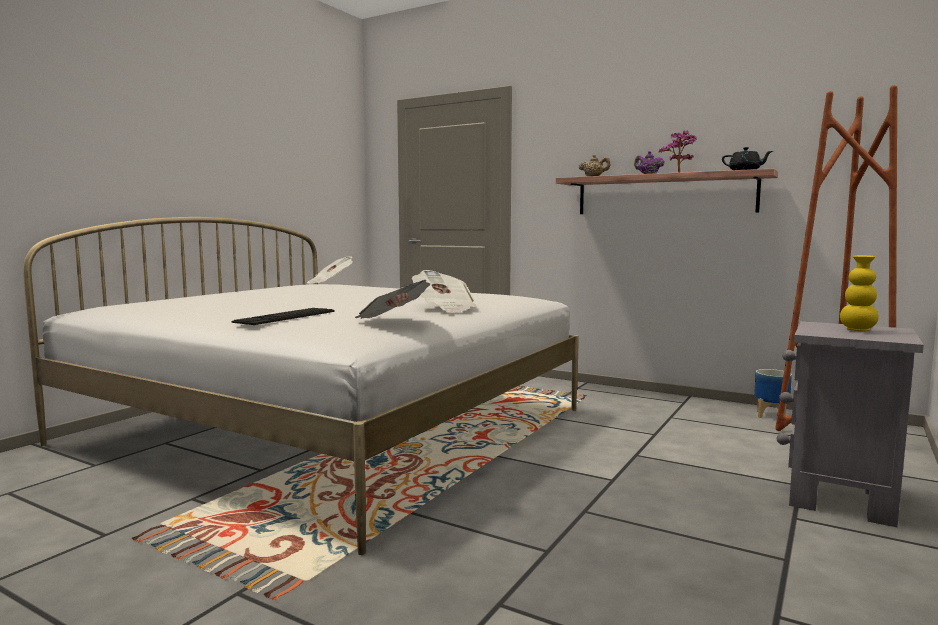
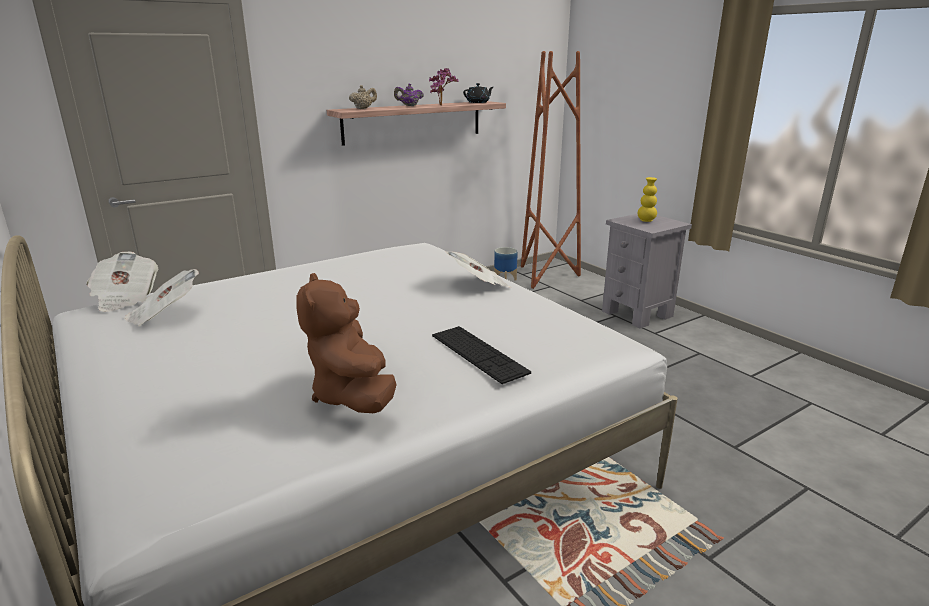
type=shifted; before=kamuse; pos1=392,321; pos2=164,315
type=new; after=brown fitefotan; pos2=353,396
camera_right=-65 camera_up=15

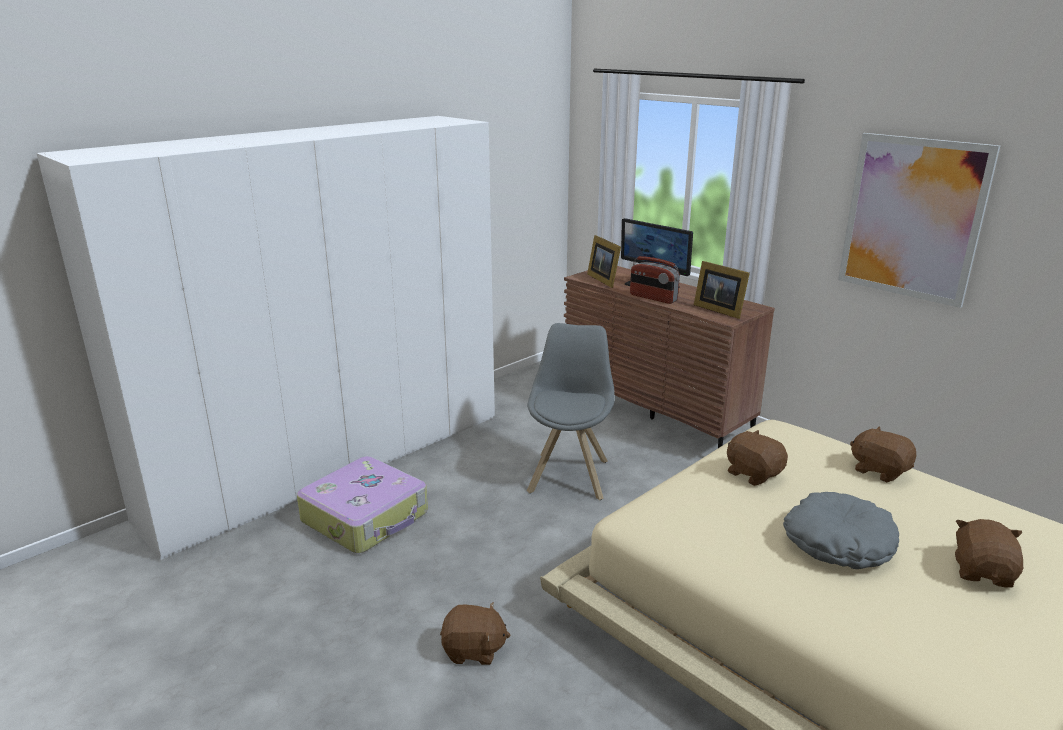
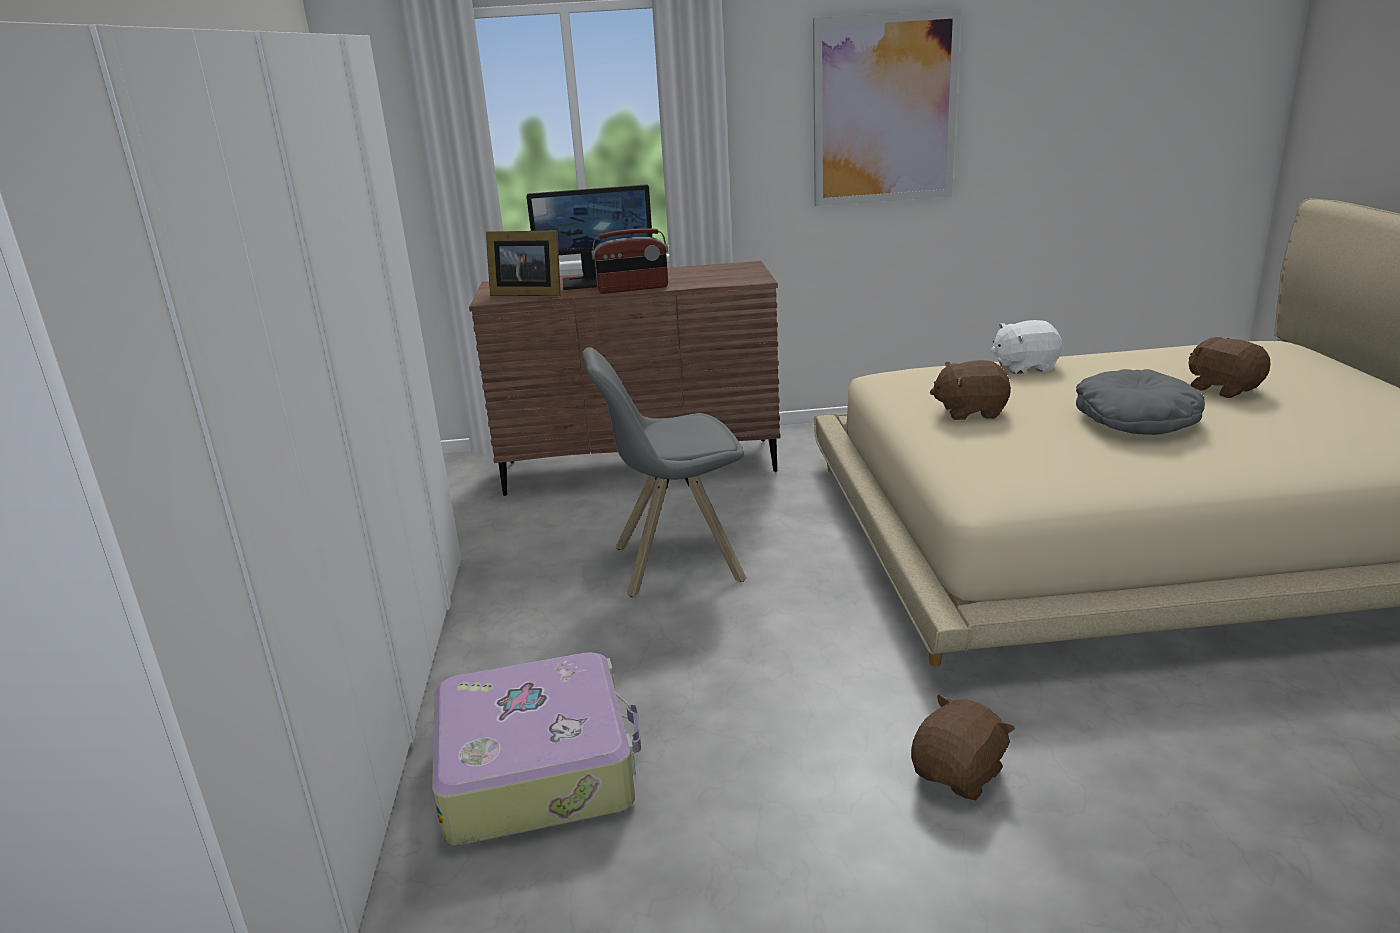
type=gone; before=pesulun; pos1=718,309
type=rotated; before=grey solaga; pos1=569,475; pos2=676,563; turn=-60
type=repainted; before=brown fitefotan; after=white fitefotan; pos1=879,470; pos2=1024,367
camera_right=-50 camera_up=0

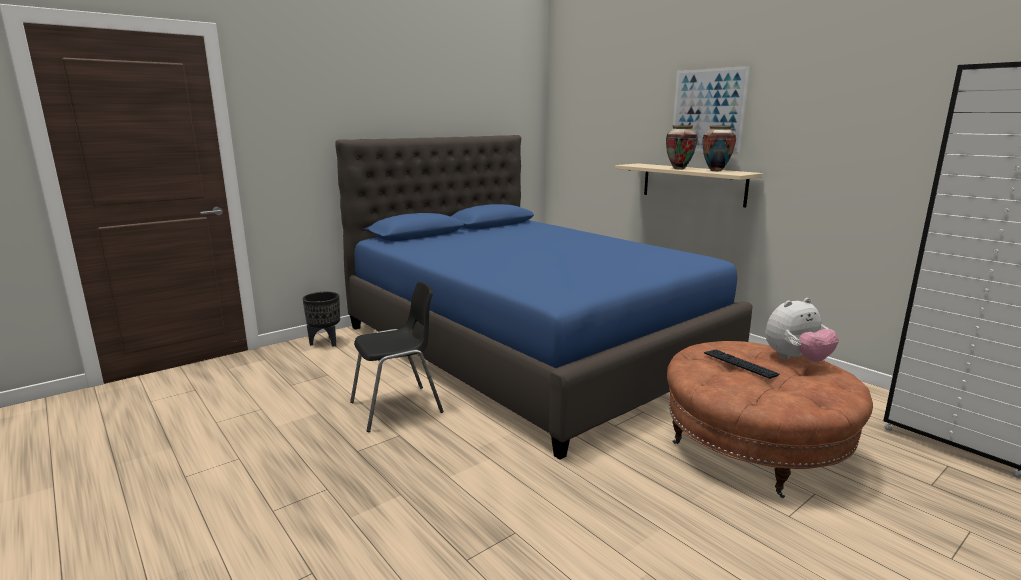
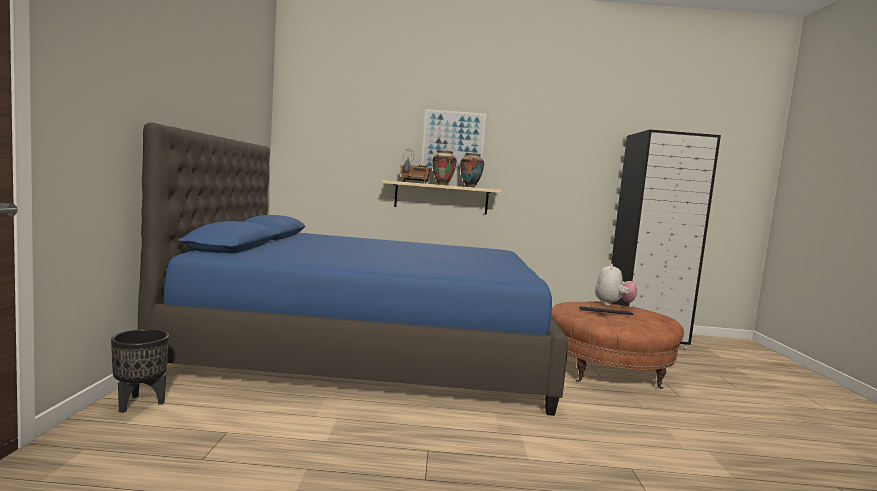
type=gone; before=black solaga; pos1=397,408
type=new; after=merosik; pos2=414,182
camera_right=-50 camera_up=-10

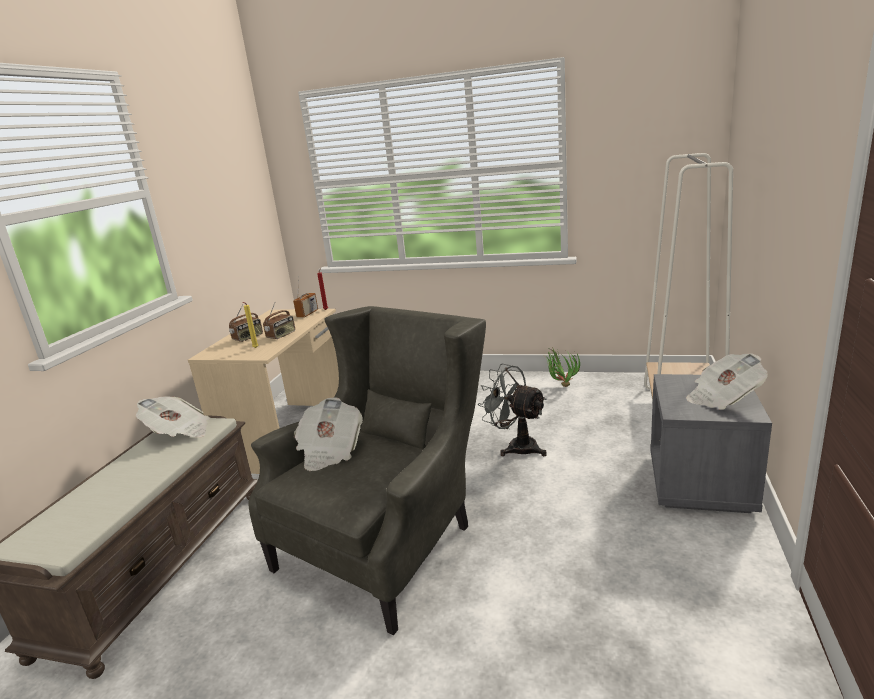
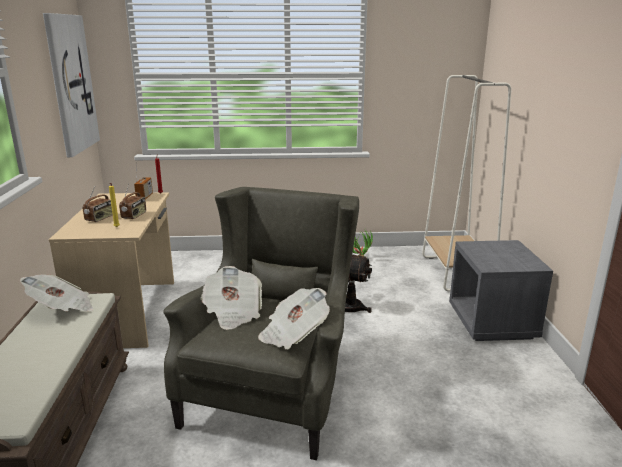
type=shifted; before=kamuse; pos1=723,398; pos2=293,334
type=new; after=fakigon; pos2=70,84
camera_right=-20 camera_up=0

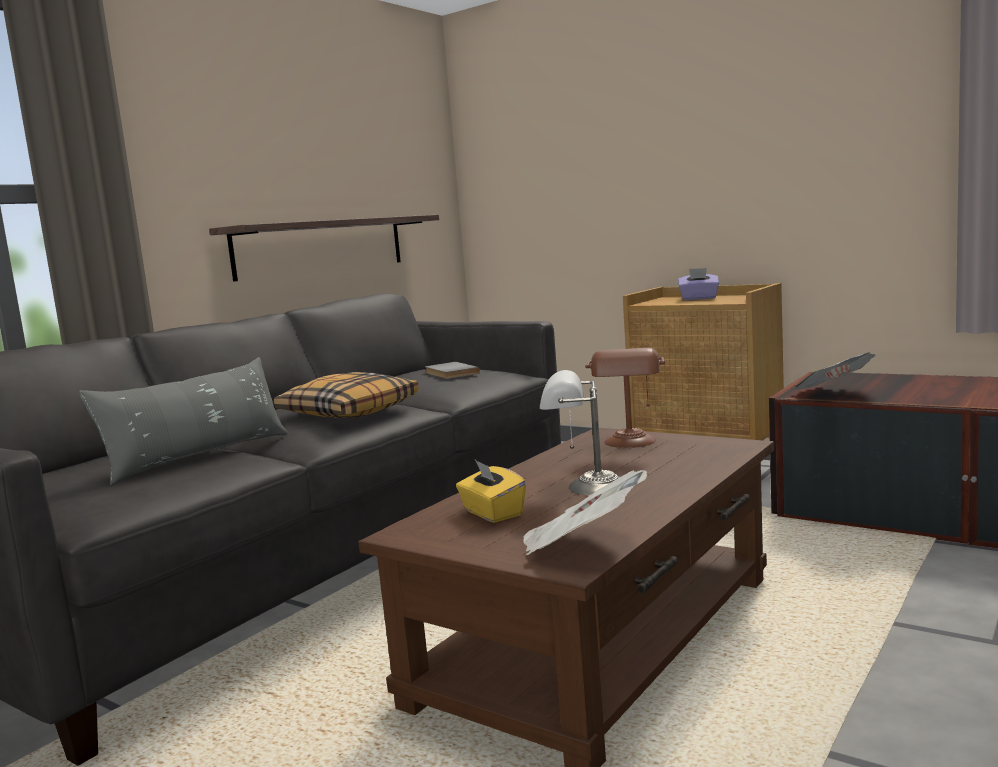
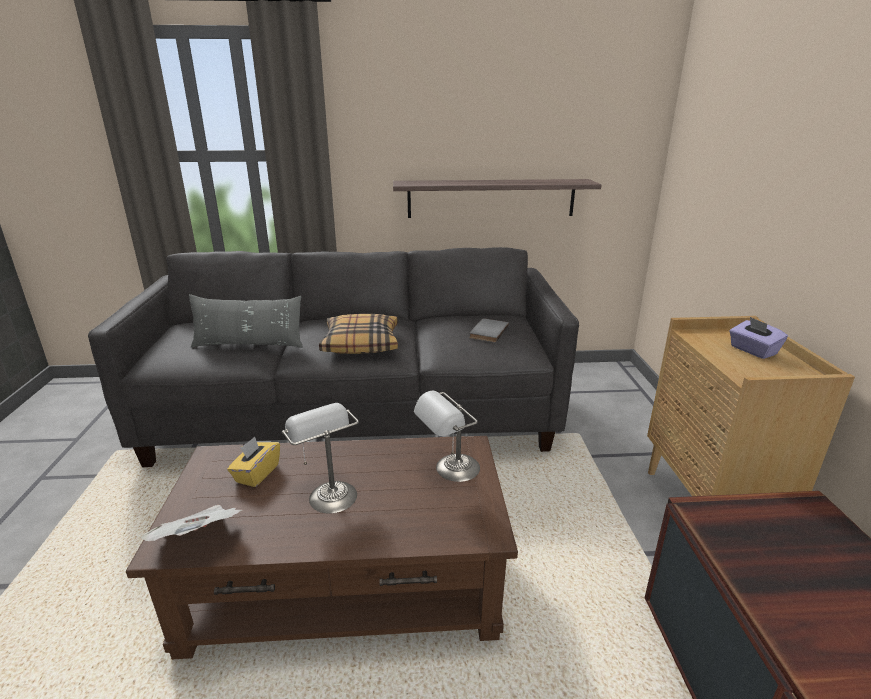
type=repainted; before=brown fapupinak; after=white fapupinak; pos1=631,444; pos2=450,471
type=gone; before=kamuse; pos1=832,394
camera_right=50 camera_up=15

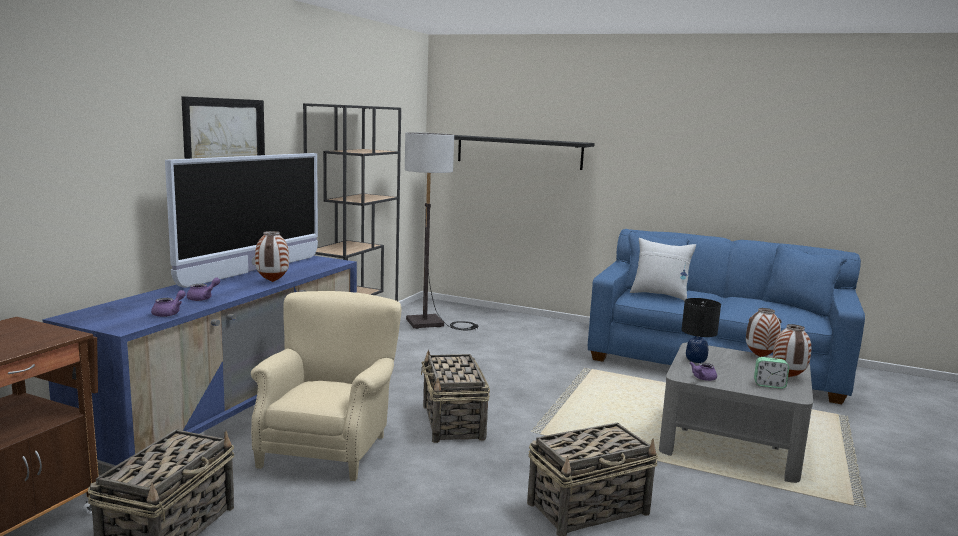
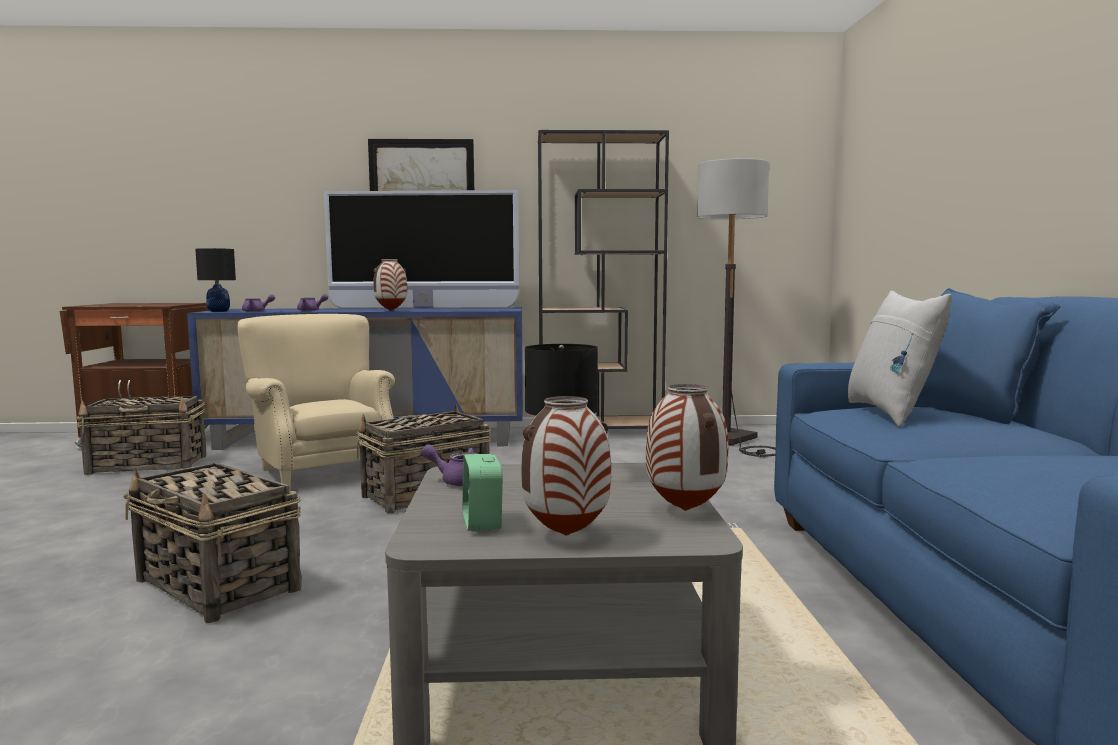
type=gone; before=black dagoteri; pos1=518,152
type=rotated; before=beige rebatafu; pos1=328,446; pos2=323,470; turn=-105
type=new; after=black fapupinak; pos2=219,311
camera_right=65 camera_up=-5

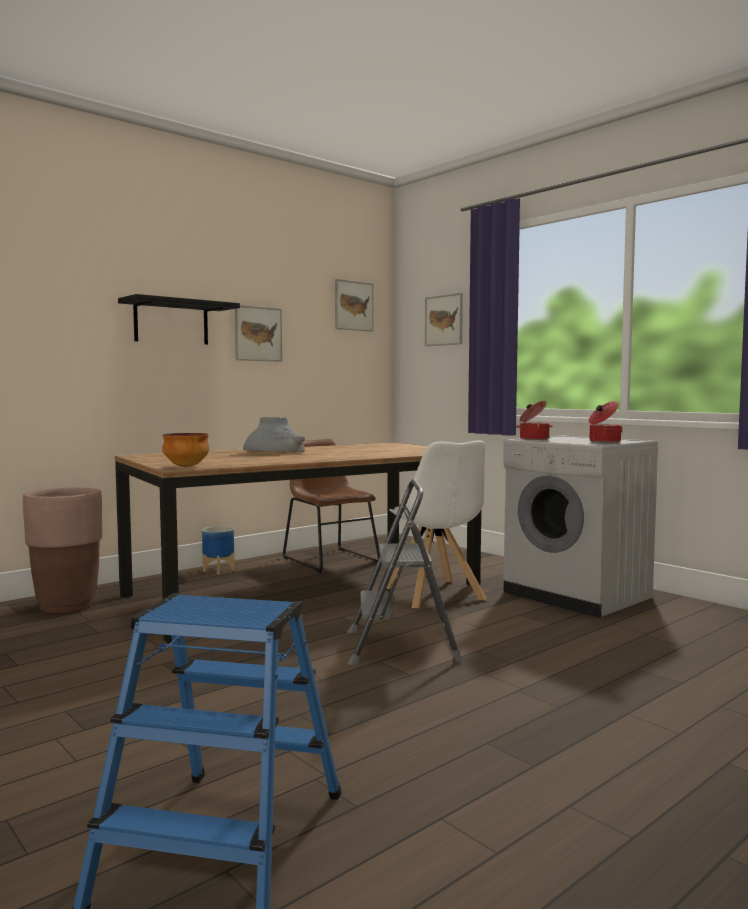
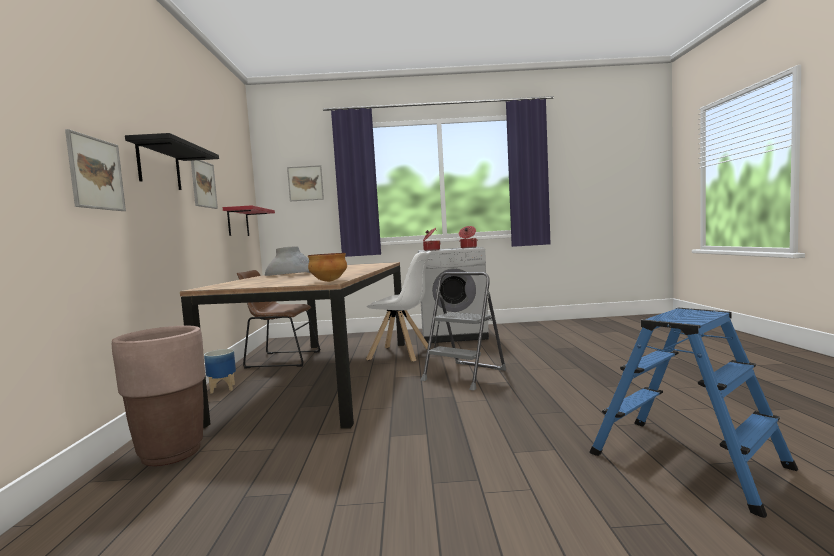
type=shifted; before=fakigon; pos1=353,306; pos2=96,173
type=new; after=red dagoteri; pos2=238,222
camera_right=-50 camera_up=0

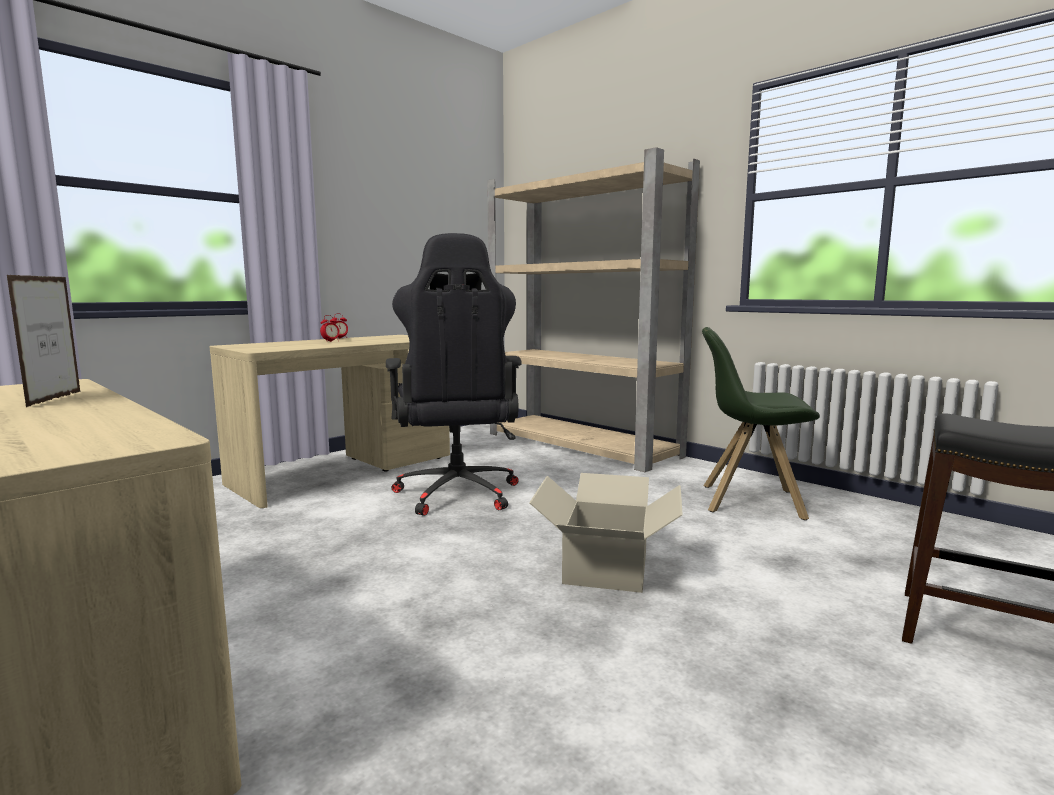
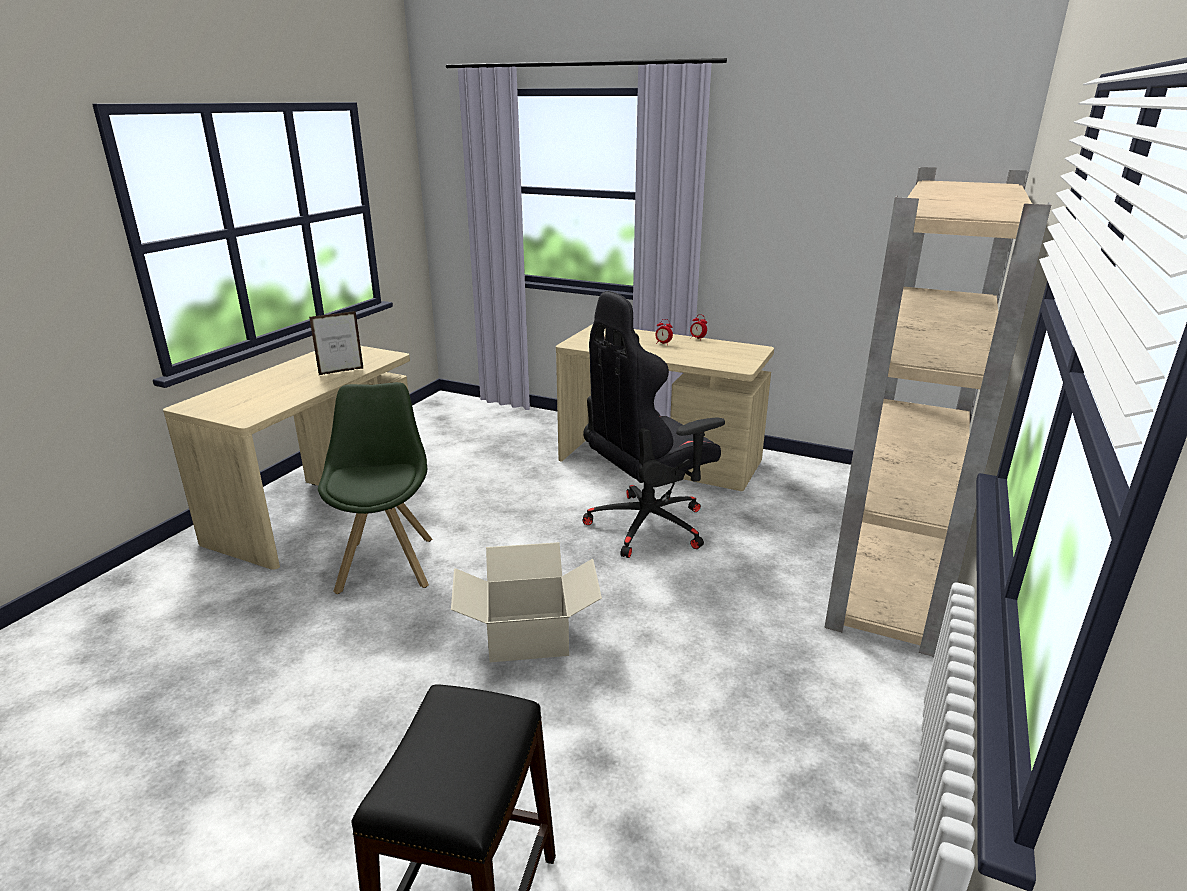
type=shifted; before=green solaga; pos1=750,501; pos2=387,564
camera_right=70 camera_up=15

